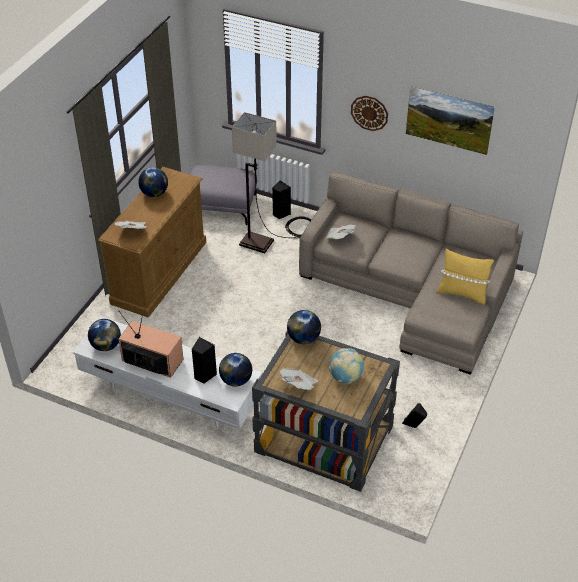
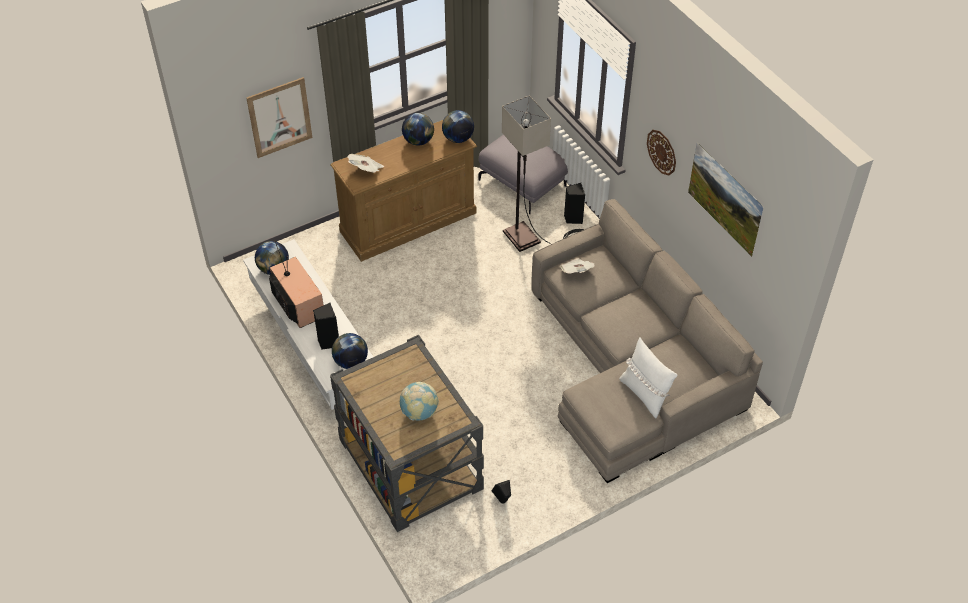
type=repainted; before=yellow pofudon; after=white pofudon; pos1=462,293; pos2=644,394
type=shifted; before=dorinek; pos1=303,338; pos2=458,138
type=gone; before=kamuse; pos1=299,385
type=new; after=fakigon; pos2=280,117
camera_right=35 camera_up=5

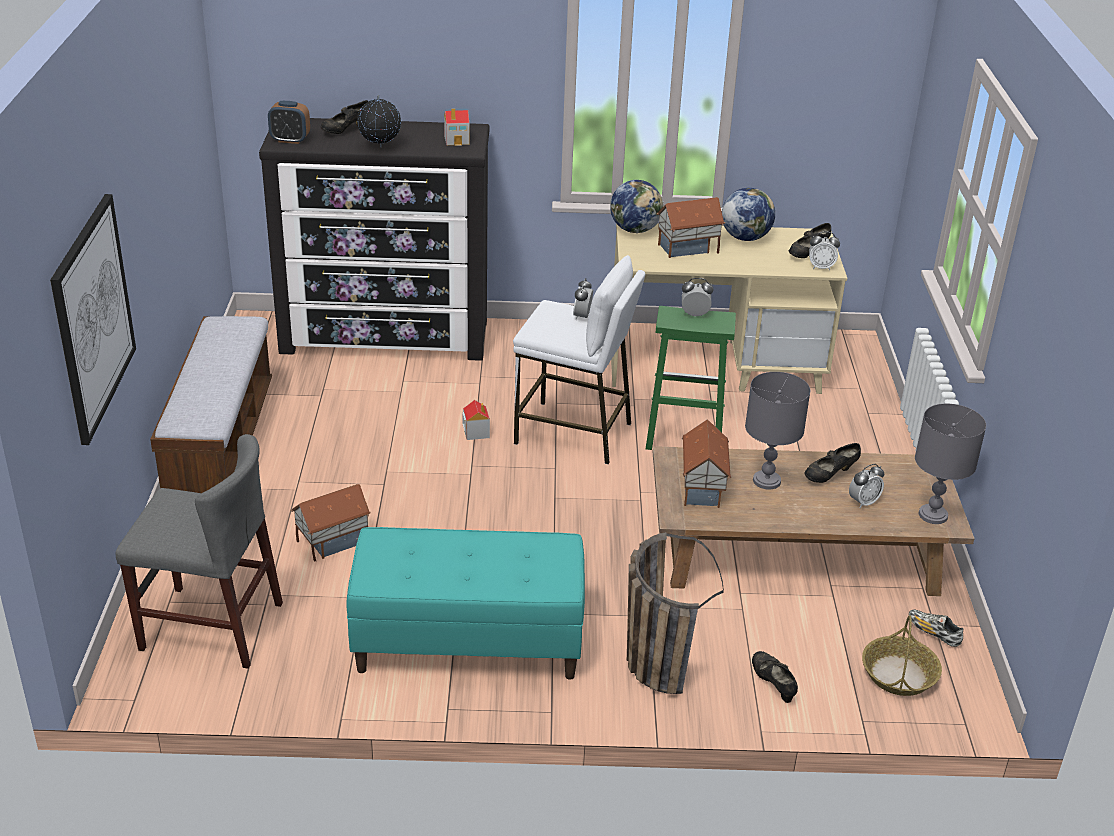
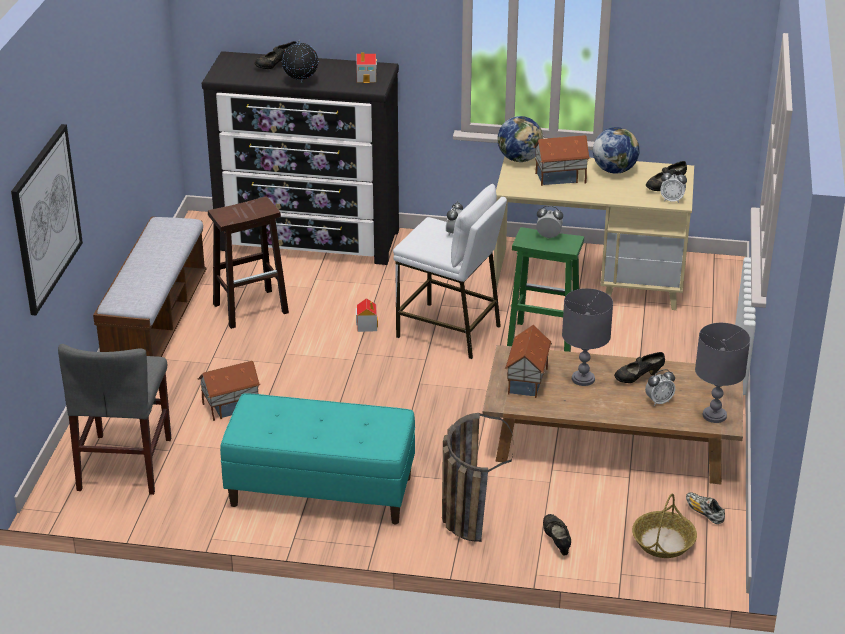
type=gone; before=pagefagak; pos1=290,140
type=rotated; before=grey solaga; pos1=211,626; pos2=125,464; turn=75
type=new; after=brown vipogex; pos2=251,308
camera_right=10 camera_up=0

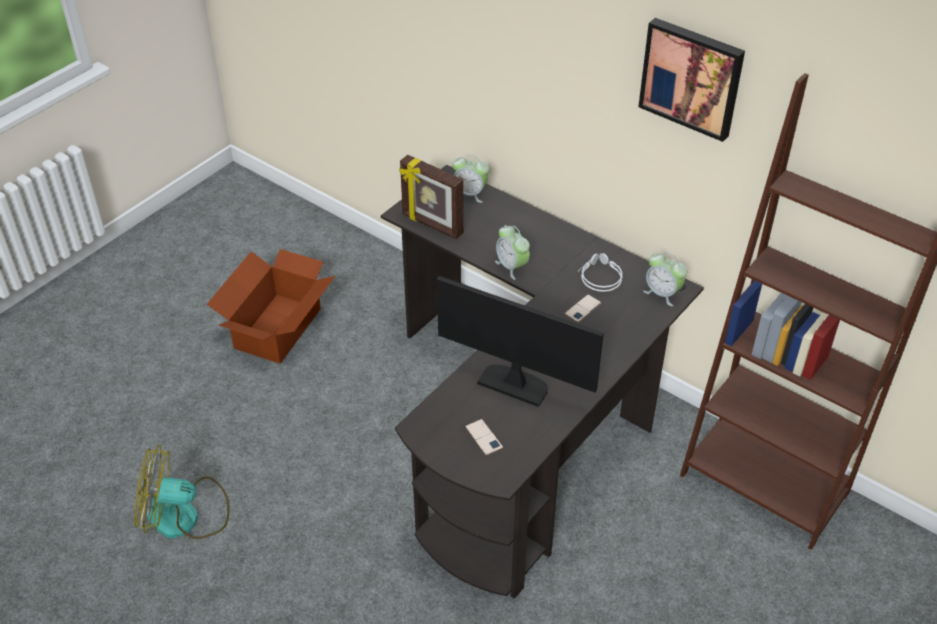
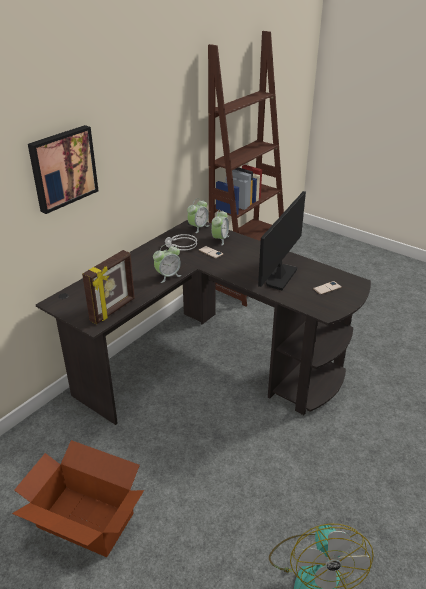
type=shifted; before=fakigon; pos1=692,77; pos2=62,168
type=shifted; before=pagefagak; pos1=470,194; pos2=220,239
camera_right=-90 camera_up=-10

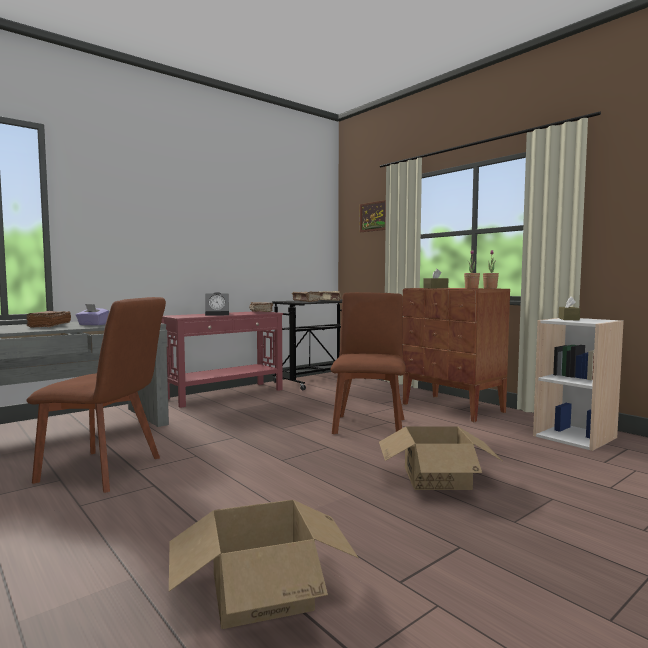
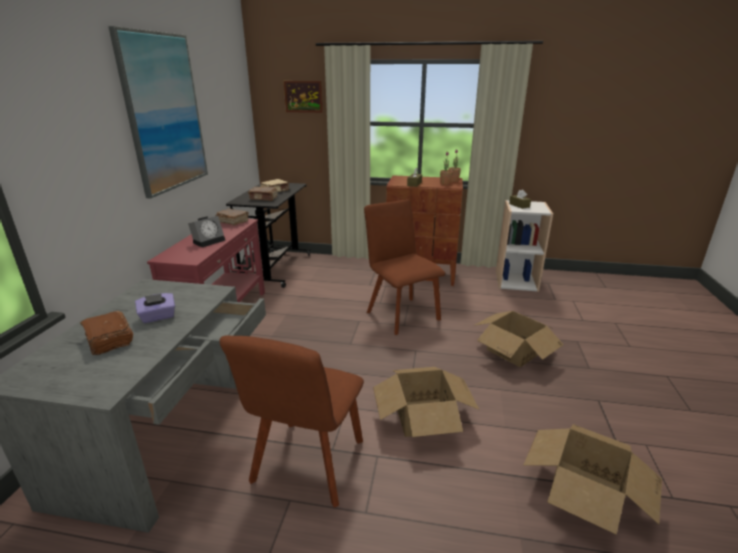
type=rotated; before=brown solaga; pos1=105,470; pos2=307,465; turn=135
type=new; after=fakigon; pos2=164,113
type=new; after=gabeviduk; pos2=423,416
camera_right=-40 camera_up=20

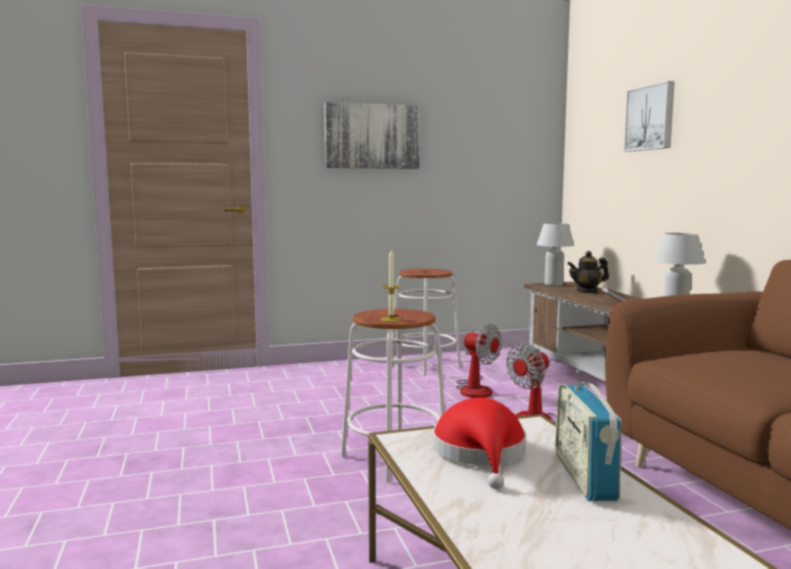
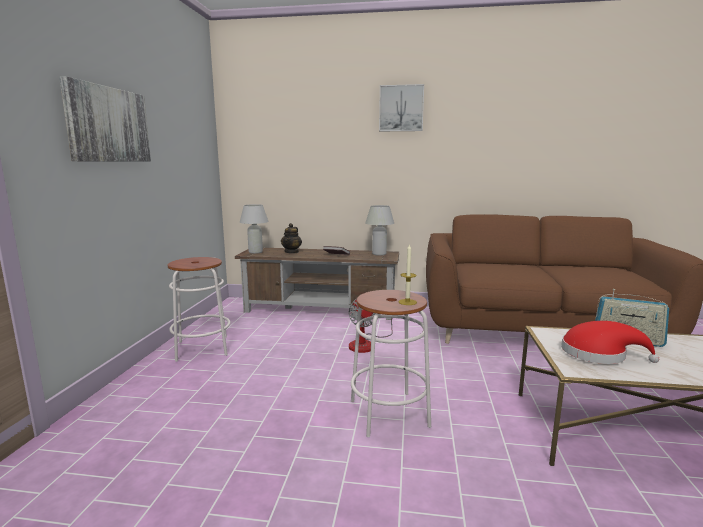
type=shifted; before=fakigon; pos1=651,118; pos2=401,108
type=gone; before=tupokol; pos1=475,389
camera_right=-65 camera_up=5

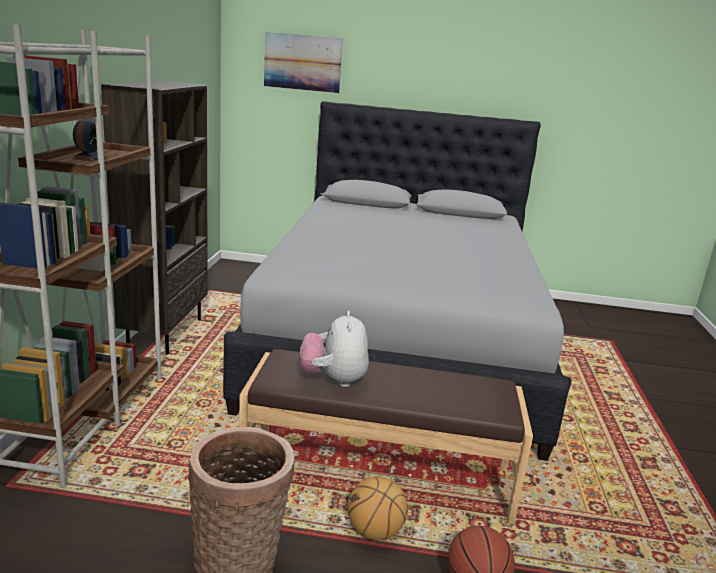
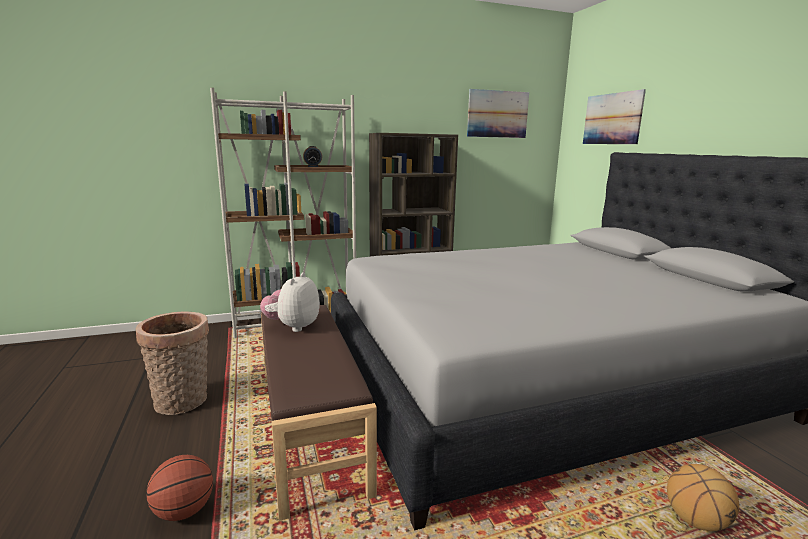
type=rotated; before=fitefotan; pos1=333,380; pos2=293,327; turn=-45
type=shifted; before=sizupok; pos1=374,532; pos2=695,521
type=new; after=fakigon; pos2=497,114
camera_right=65 camera_up=-5

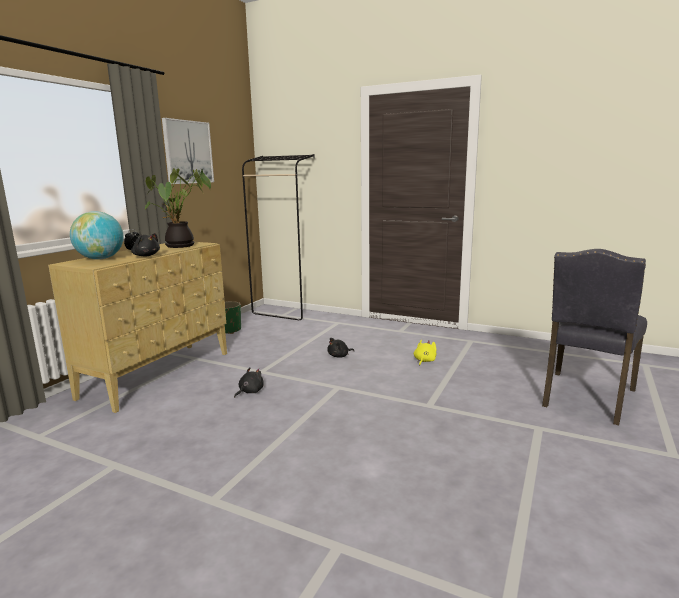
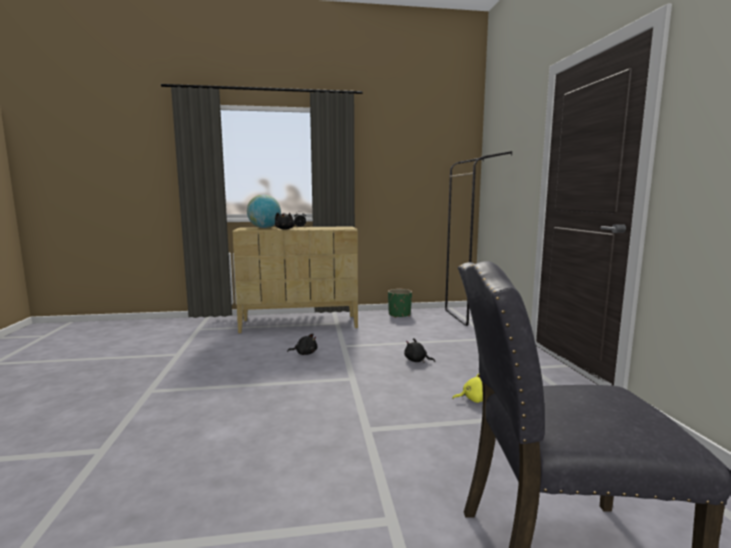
type=gone; before=fakigon; pos1=188,152
type=gone; before=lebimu; pos1=180,246
camera_right=55 camera_up=-5

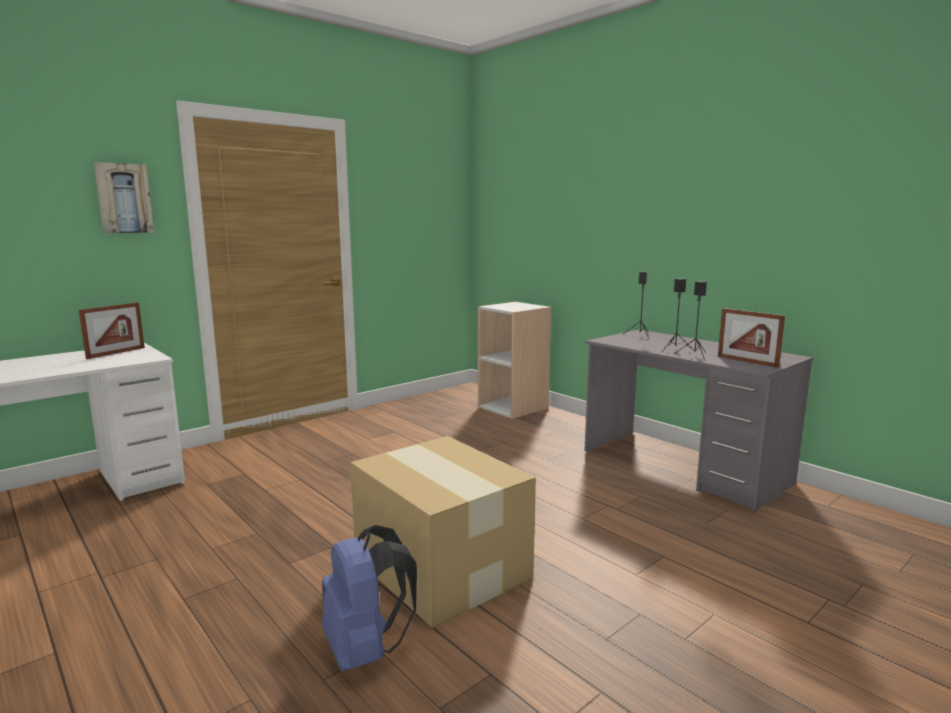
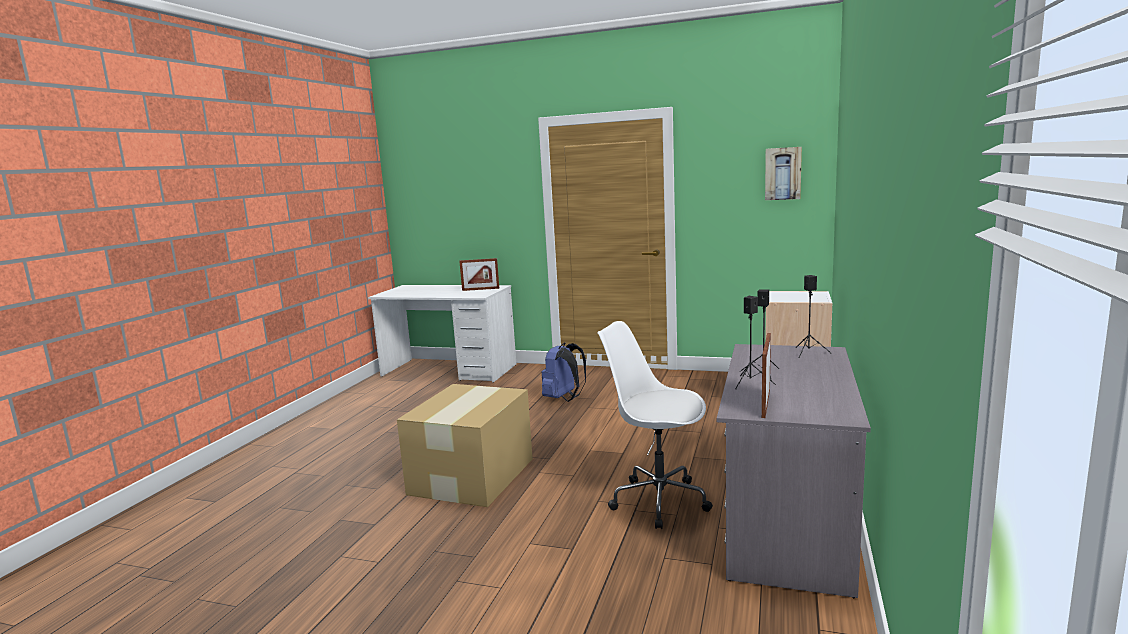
type=shifted; before=fakigon; pos1=124,198; pos2=783,173
type=shifted; before=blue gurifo; pos1=366,650; pos2=564,398
type=new; after=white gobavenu; pos2=657,501
camera_right=60 camera_up=0

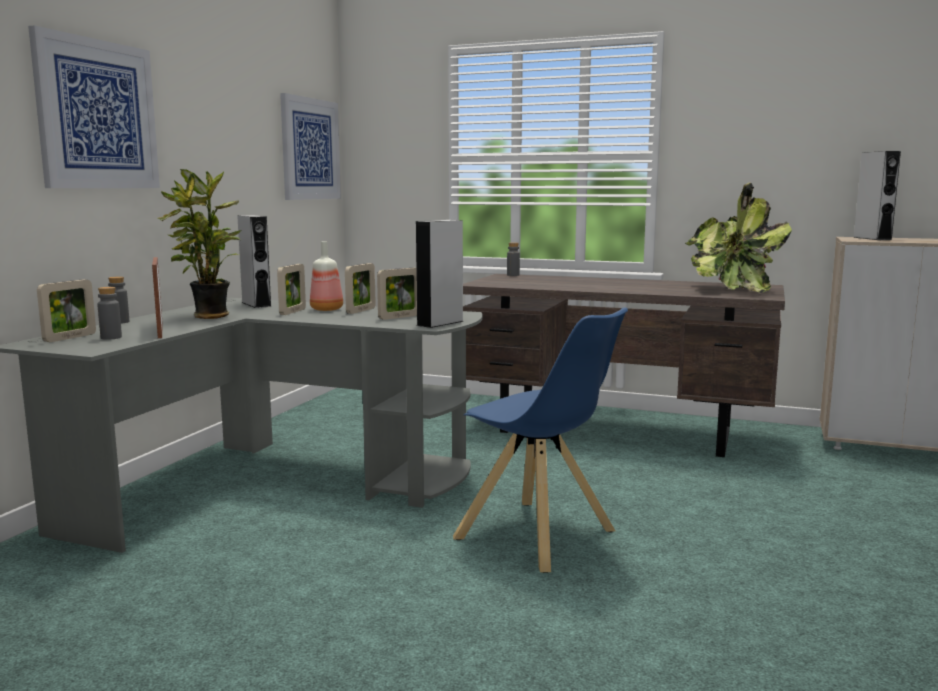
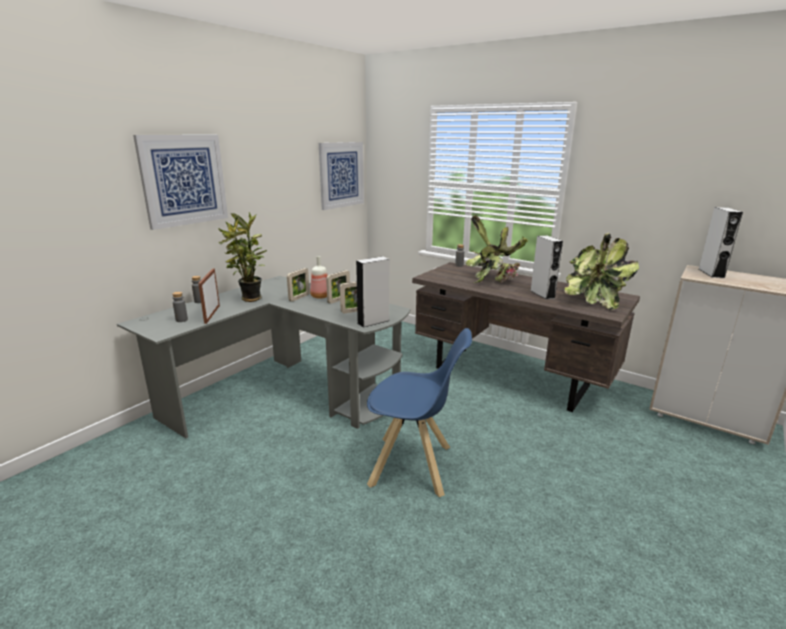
type=shifted; before=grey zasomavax; pos1=256,304; pos2=542,294
type=gone; before=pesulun; pos1=70,338
type=rotated; before=blue solaga; pos1=538,536; pos2=414,466; turn=-45
type=new; after=lebimu; pos2=494,279
camera_right=15 camera_up=10

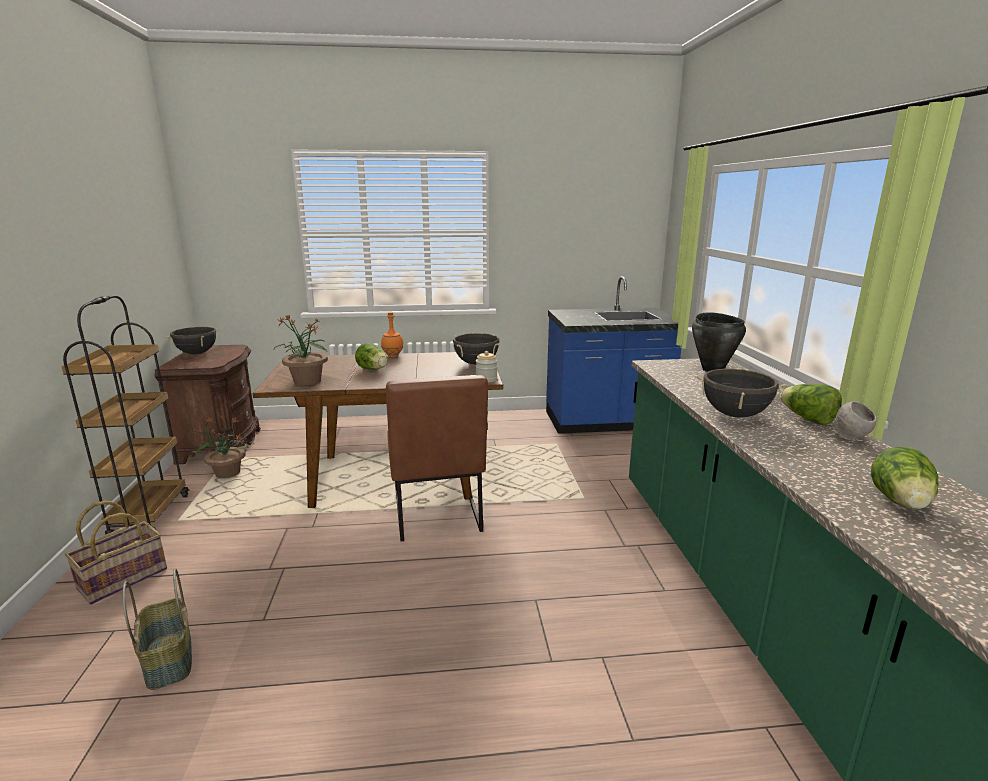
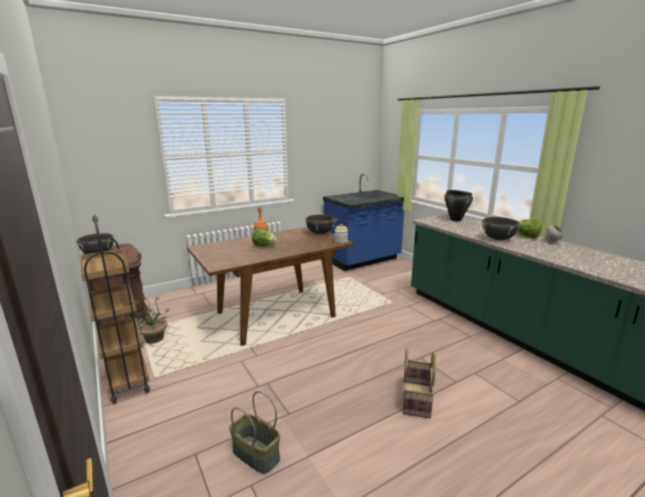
type=gone; before=lebimu; pos1=307,381
type=gone; before=brown solaga; pos1=436,512
type=gone; before=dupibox; pos1=901,503
type=shifted; before=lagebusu; pos1=123,578; pos2=415,399
camera_right=-25 camera_up=0

